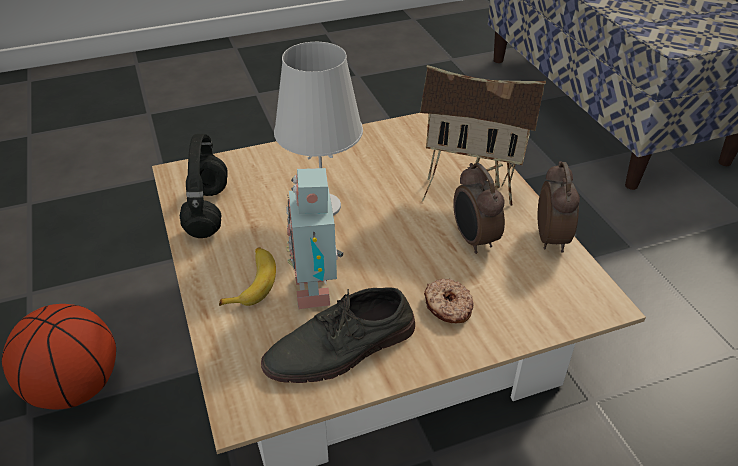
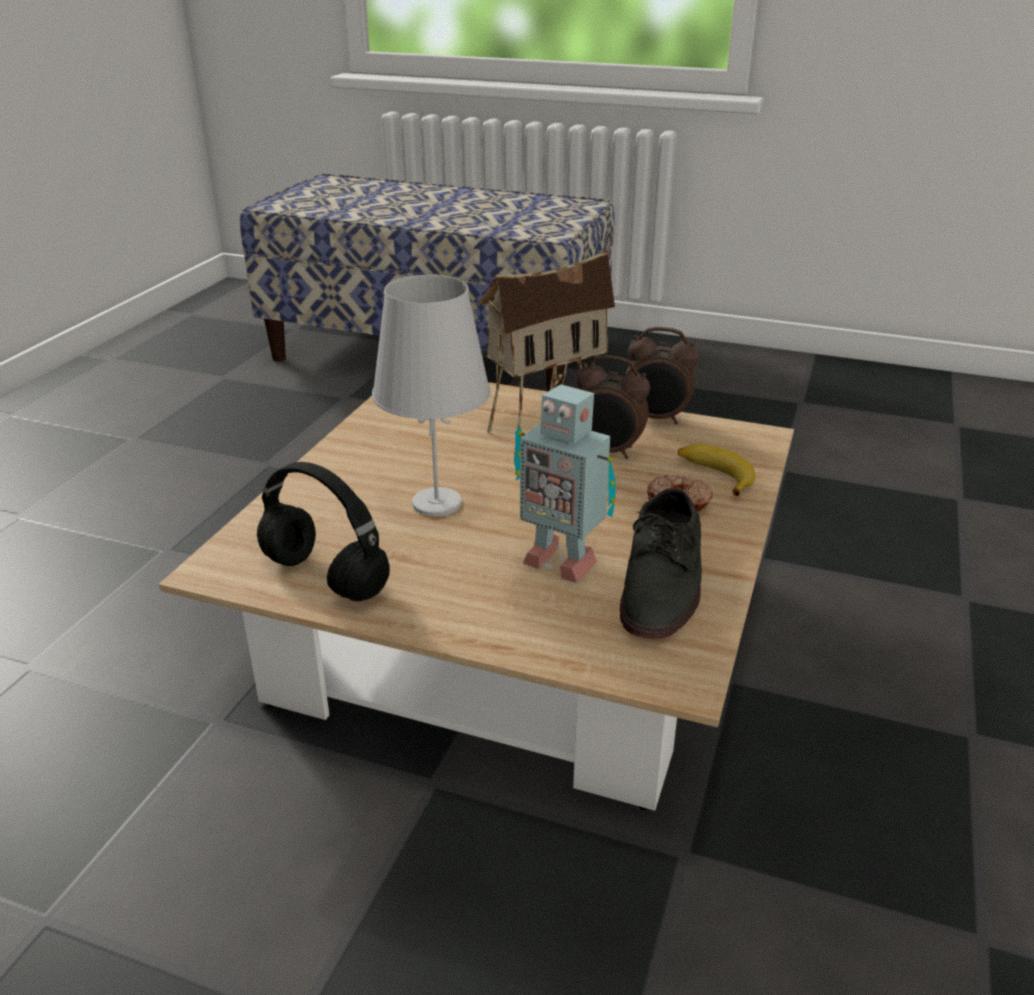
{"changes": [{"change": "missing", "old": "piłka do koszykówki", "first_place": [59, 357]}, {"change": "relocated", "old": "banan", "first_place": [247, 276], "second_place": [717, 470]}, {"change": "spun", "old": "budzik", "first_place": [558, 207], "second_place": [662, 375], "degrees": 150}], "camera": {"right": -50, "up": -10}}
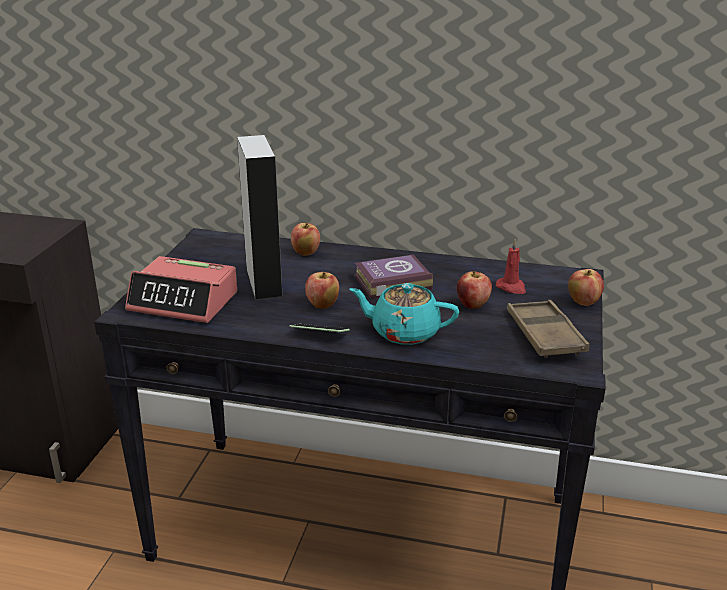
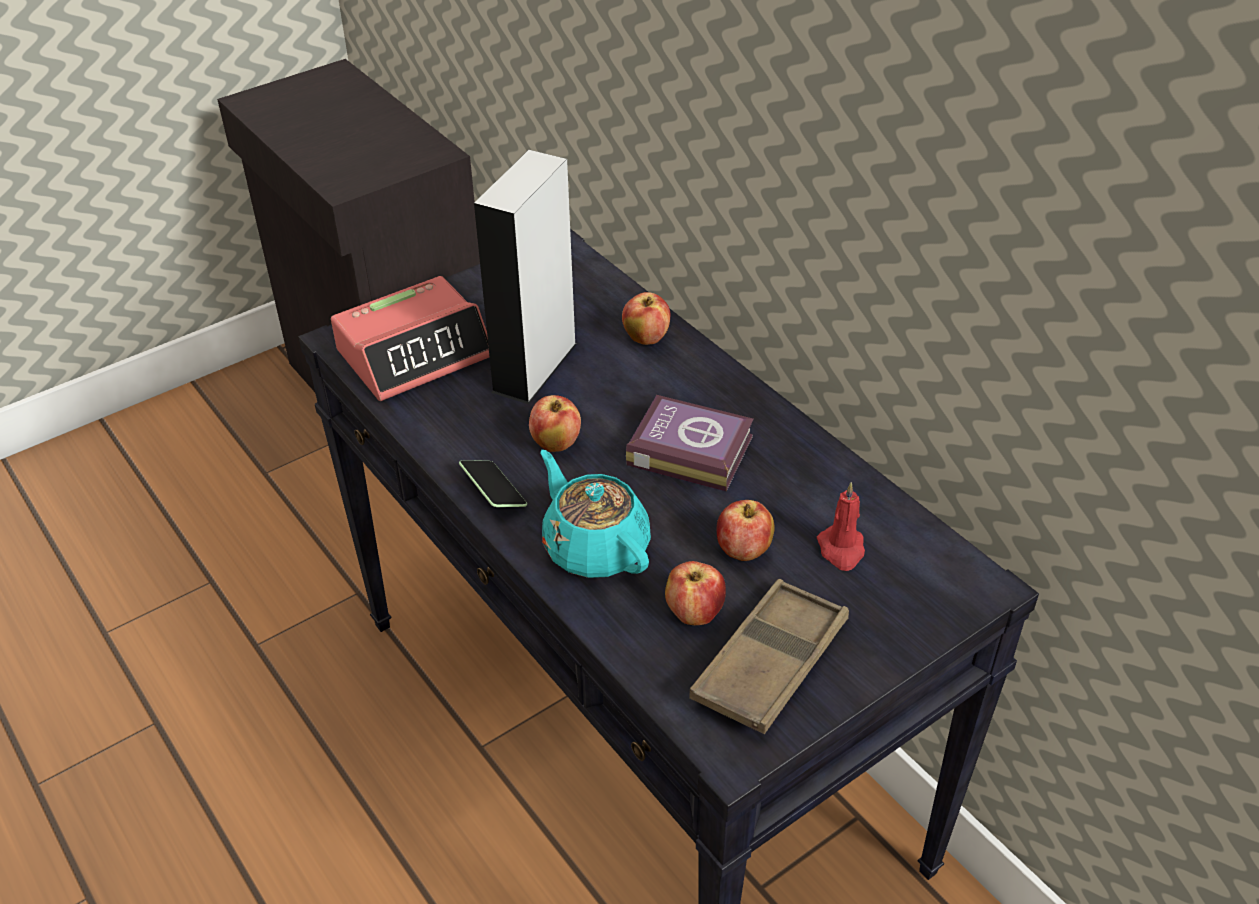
{"changes": [{"change": "relocated", "old": "jabłko", "first_place": [586, 287], "second_place": [695, 593]}, {"change": "spun", "old": "budzik", "first_place": [181, 289], "second_place": [410, 338], "degrees": -90}], "camera": {"right": 40, "up": 15}}
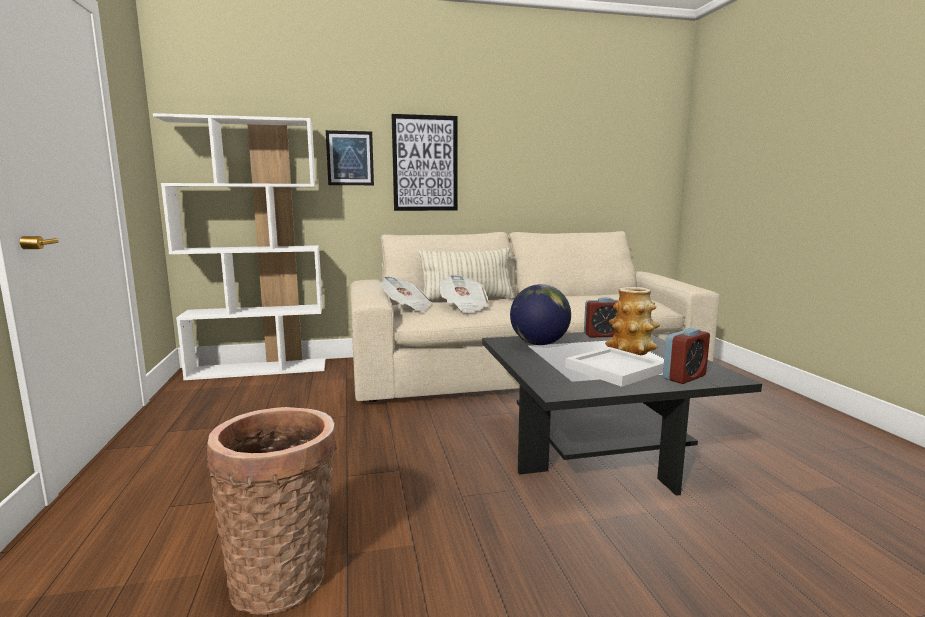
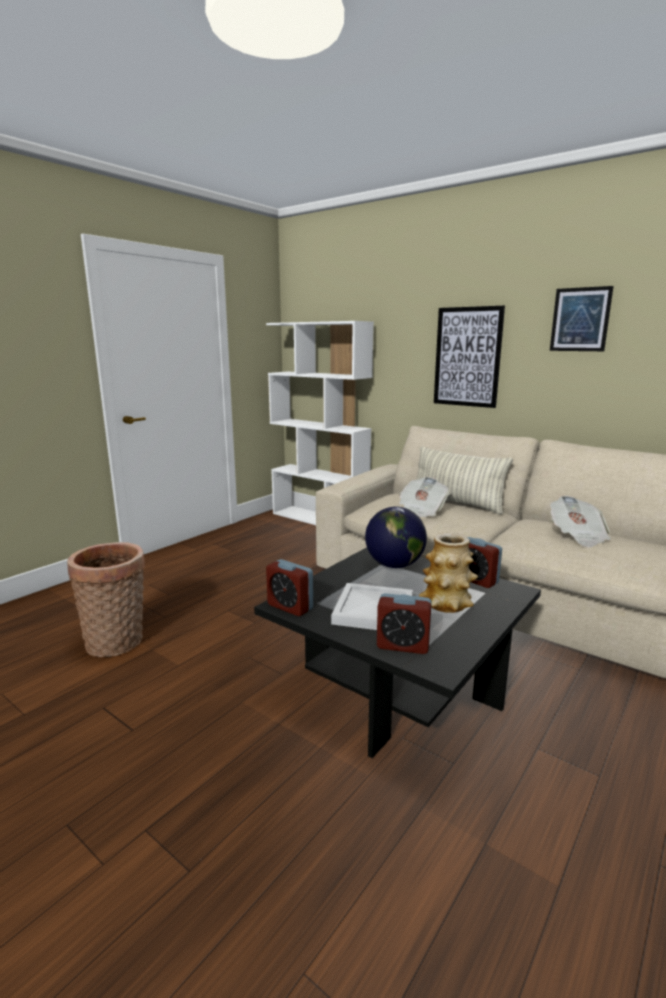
{"changes": [{"change": "appeared", "new": "budzik", "second_place": [289, 587]}, {"change": "relocated", "old": "obraz", "first_place": [350, 157], "second_place": [582, 318]}, {"change": "relocated", "old": "gazeta", "first_place": [406, 294], "second_place": [580, 521]}], "camera": {"right": 50, "up": 5}}
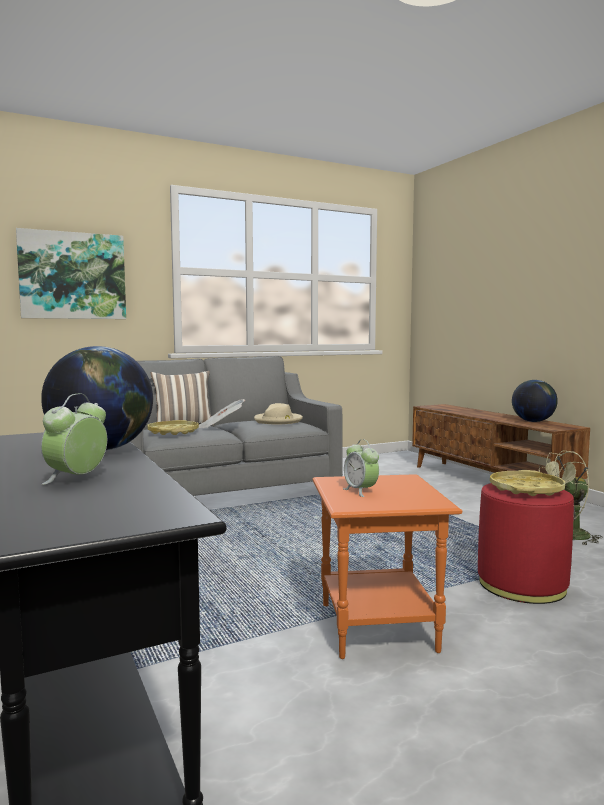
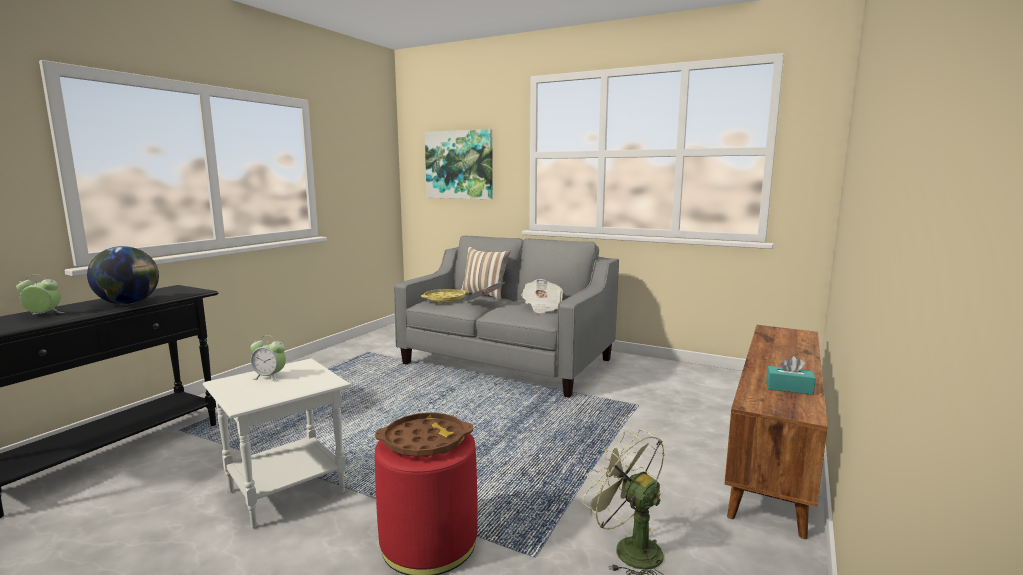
{"changes": [{"change": "exchanged", "old": "kapelusz (beżowy)", "new": "gazeta", "first_place": [278, 413], "second_place": [542, 296]}, {"change": "exchanged", "old": "globus", "new": "pudełko chusteczek (turkusowy)", "first_place": [535, 401], "second_place": [791, 375]}, {"change": "colour", "old": "stolik (pomarańczowy)", "new": "stolik (biały)", "first_place": [387, 566], "second_place": [277, 443]}, {"change": "colour", "old": "taca (żółty)", "new": "taca (brązowy)", "first_place": [527, 483], "second_place": [424, 435]}, {"change": "spun", "old": "budzik", "first_place": [361, 468], "second_place": [268, 358], "degrees": -105}], "camera": {"right": 55, "up": 5}}
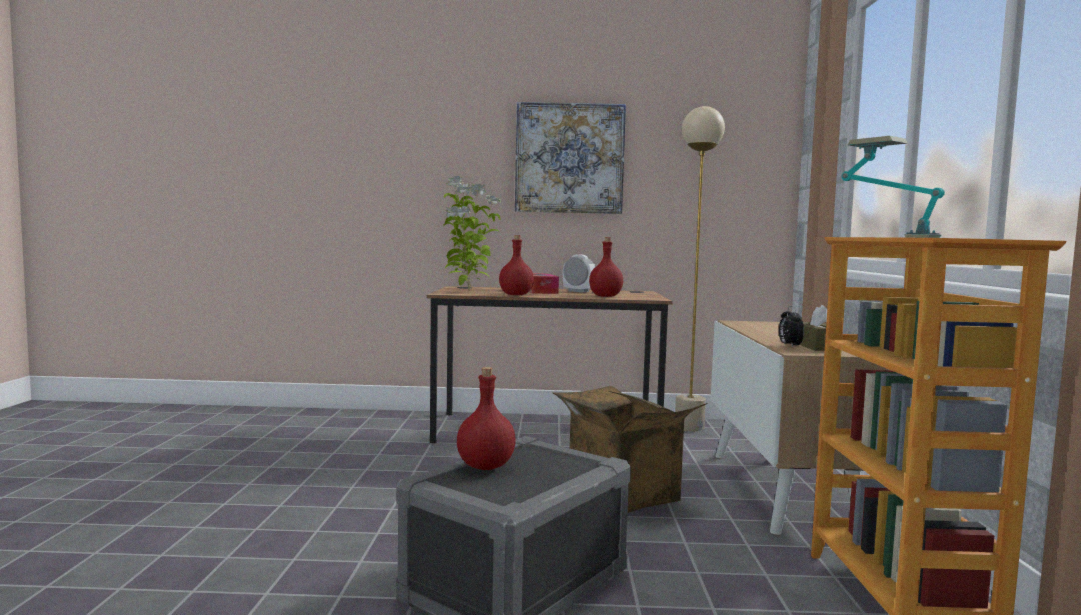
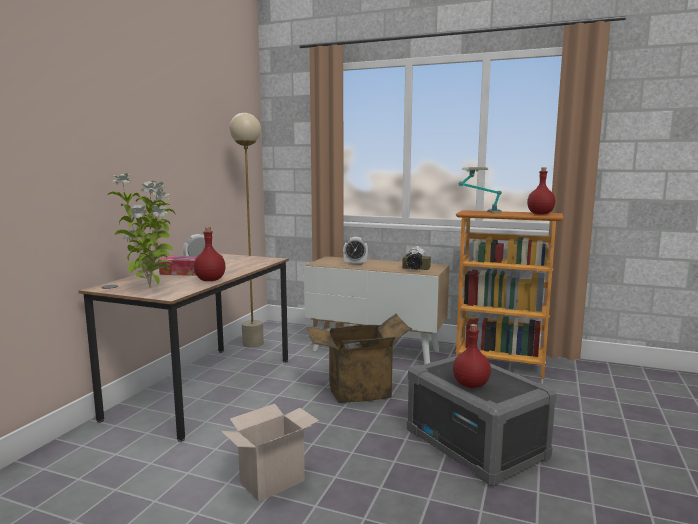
{"changes": [{"change": "missing", "old": "obraz", "first_place": [570, 158]}, {"change": "appeared", "new": "karton", "second_place": [270, 453]}, {"change": "appeared", "new": "budzik", "second_place": [355, 251]}, {"change": "relocated", "old": "butelka (czerwony)", "first_place": [606, 267], "second_place": [541, 191]}], "camera": {"right": -70, "up": 5}}
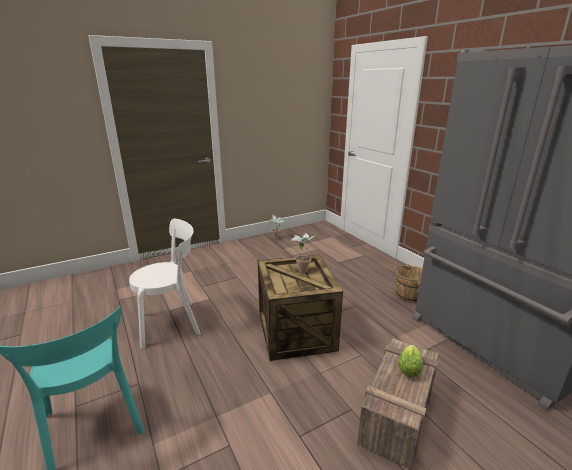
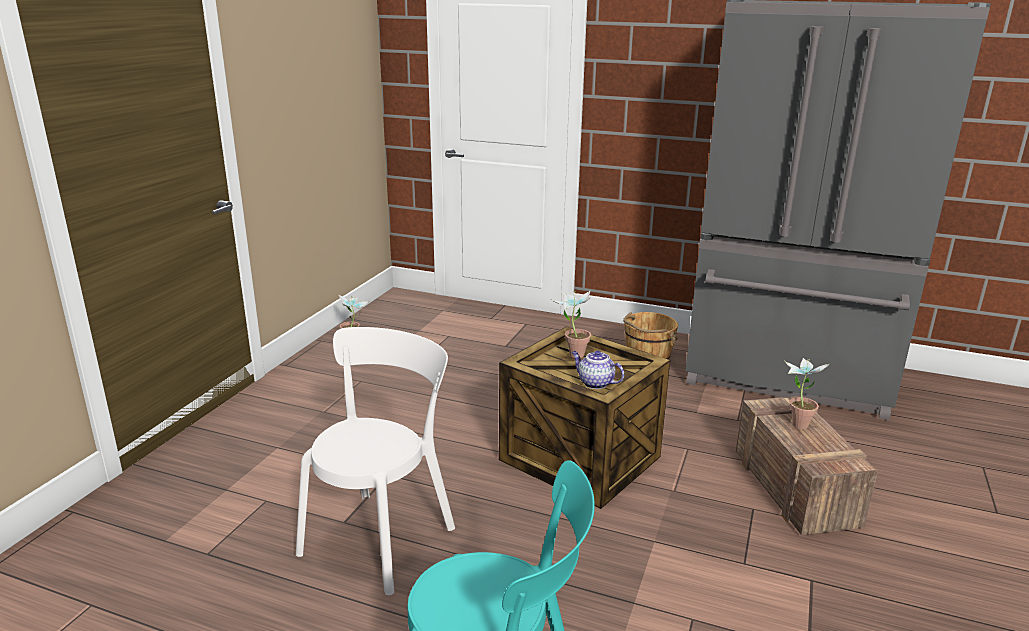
{"changes": [{"change": "appeared", "new": "imbryk", "second_place": [597, 369]}, {"change": "exchanged", "old": "sałata", "new": "roślina doniczkowa", "first_place": [410, 361], "second_place": [807, 393]}], "camera": {"right": -40, "up": 0}}
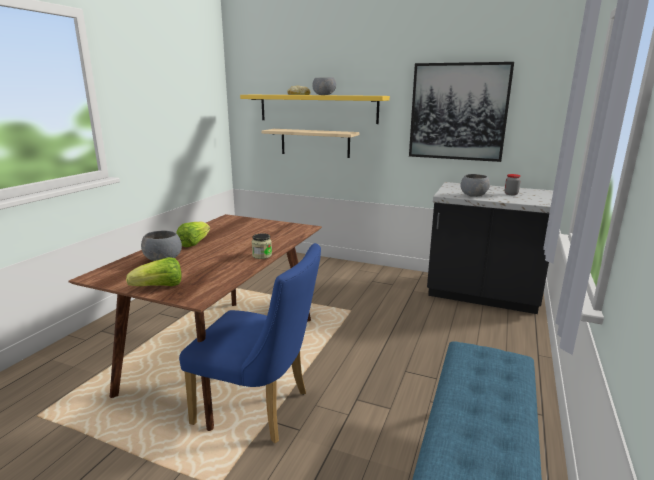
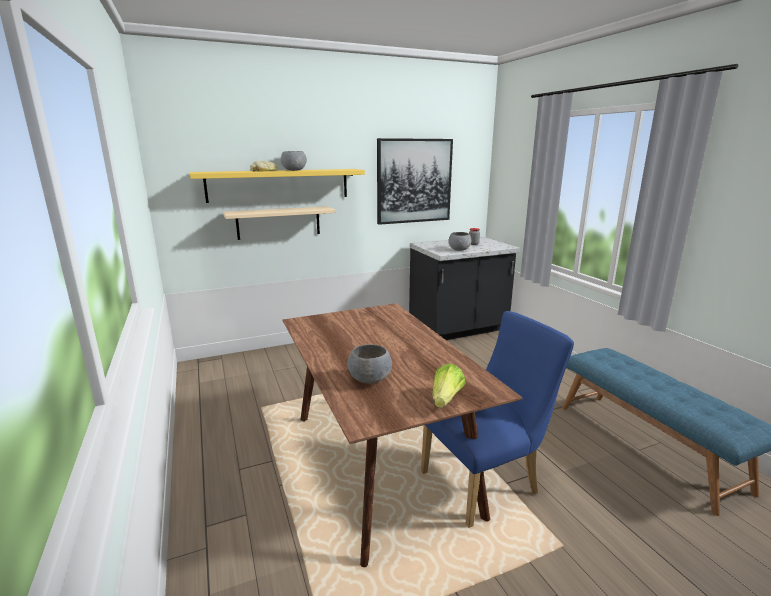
{"changes": [{"change": "missing", "old": "sałata", "first_place": [193, 234]}, {"change": "missing", "old": "słoik", "first_place": [262, 246]}], "camera": {"right": -45, "up": 0}}
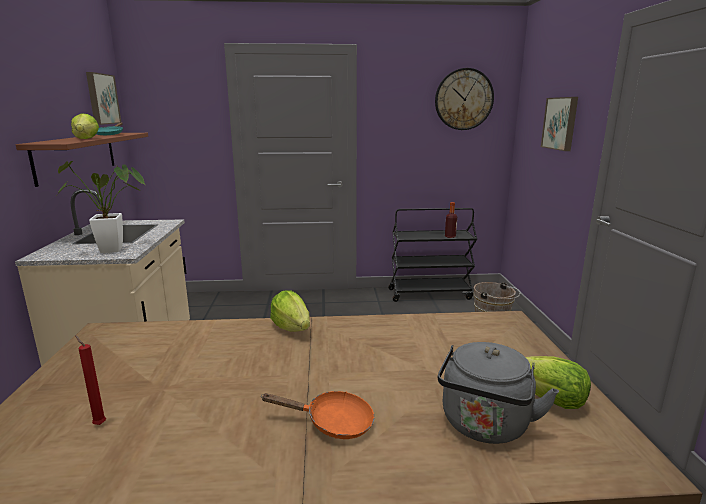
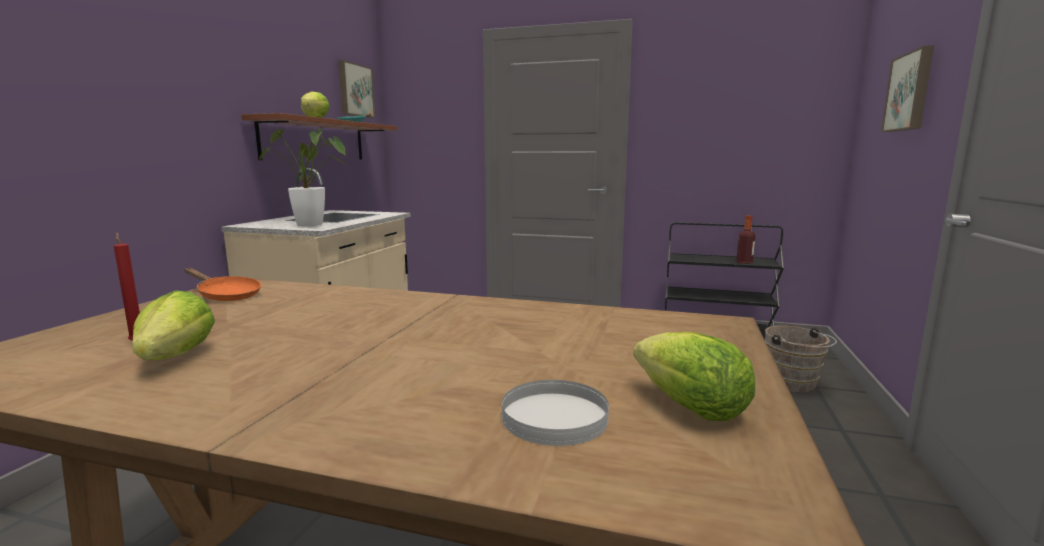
{"changes": [{"change": "missing", "old": "zegar ścienny", "first_place": [464, 99]}, {"change": "relocated", "old": "patelnia (pomarańczowy)", "first_place": [318, 415], "second_place": [222, 284]}, {"change": "relocated", "old": "sałata", "first_place": [290, 311], "second_place": [173, 325]}, {"change": "exchanged", "old": "czajnik (szary)", "new": "talerz (biały)", "first_place": [498, 393], "second_place": [555, 413]}], "camera": {"right": 20, "up": -5}}
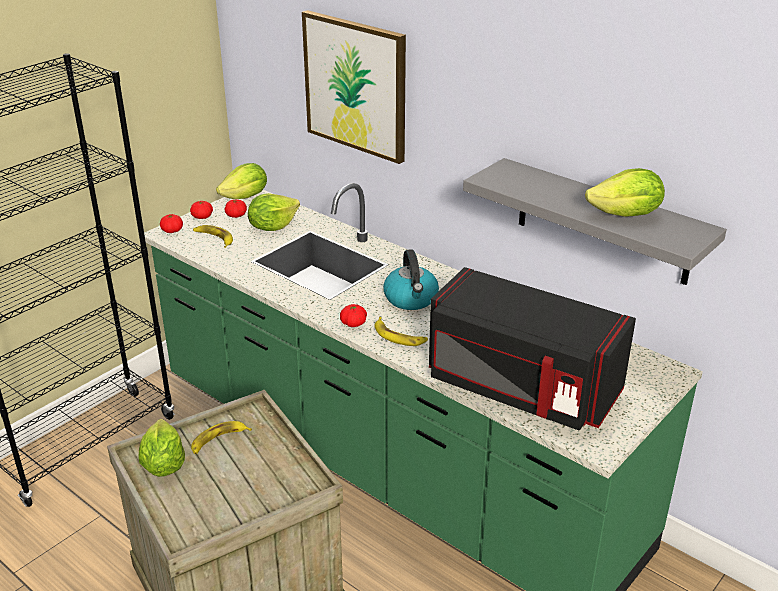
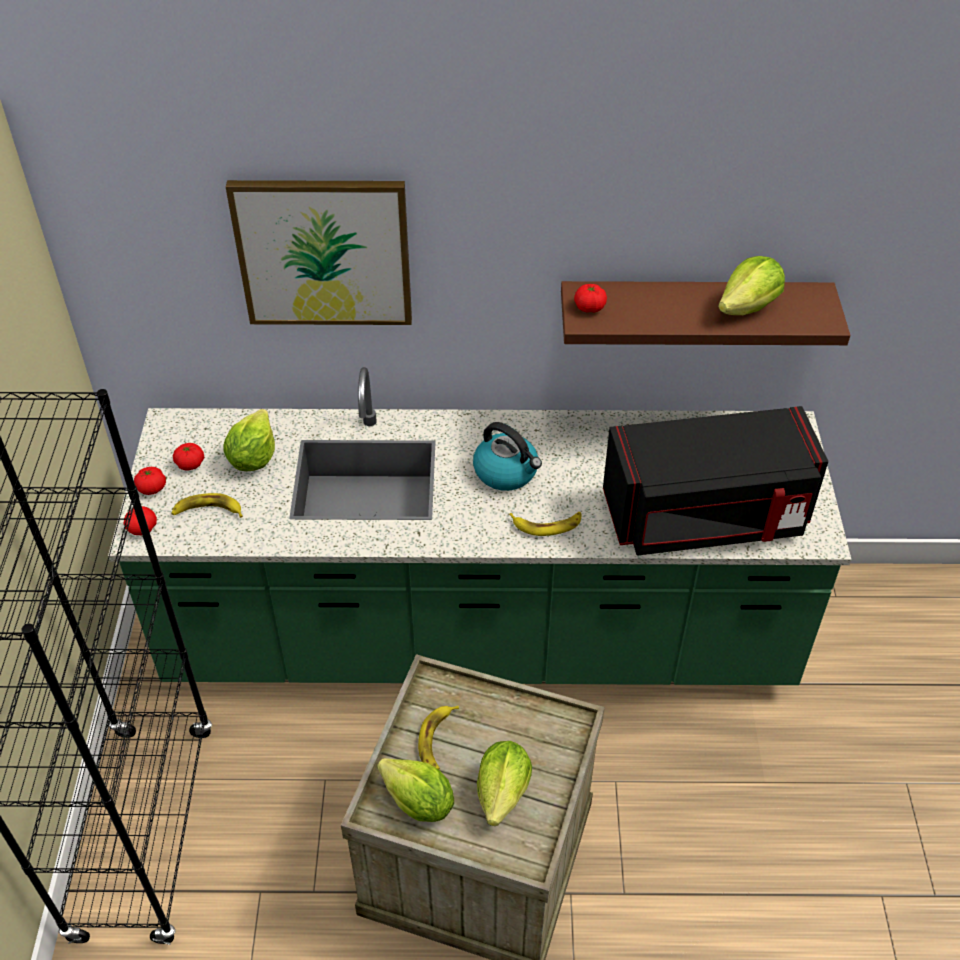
{"changes": [{"change": "relocated", "old": "sałata", "first_place": [241, 181], "second_place": [504, 783]}, {"change": "relocated", "old": "pomidor", "first_place": [353, 315], "second_place": [590, 298]}, {"change": "colour", "old": "półka (szary)", "new": "półka (brązowy)", "first_place": [595, 221], "second_place": [705, 313]}], "camera": {"right": -40, "up": 15}}
